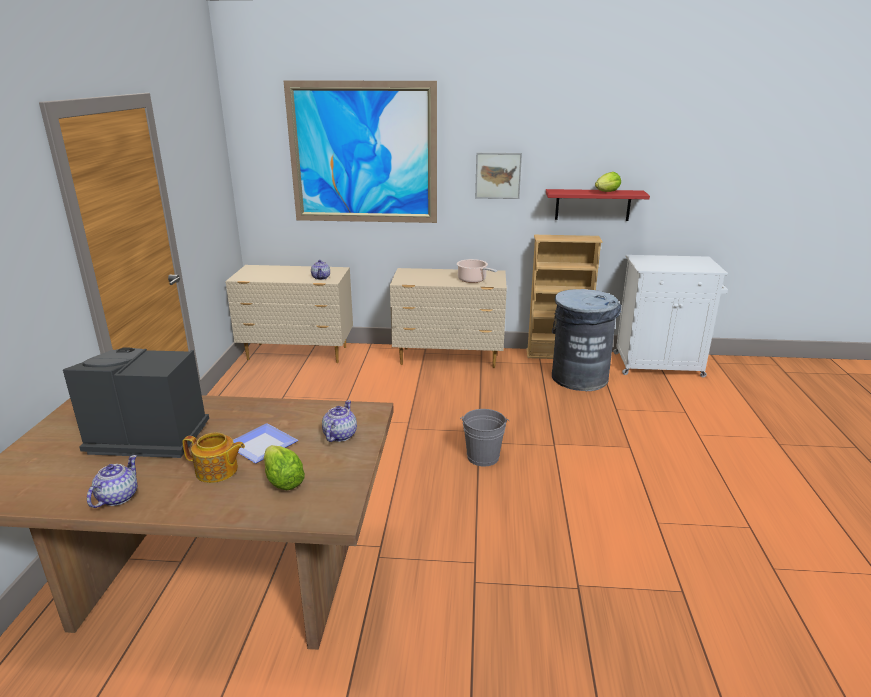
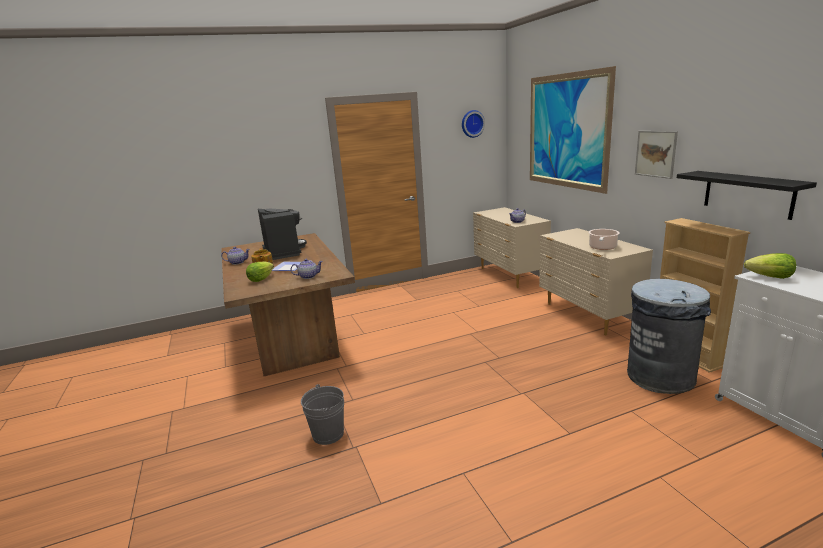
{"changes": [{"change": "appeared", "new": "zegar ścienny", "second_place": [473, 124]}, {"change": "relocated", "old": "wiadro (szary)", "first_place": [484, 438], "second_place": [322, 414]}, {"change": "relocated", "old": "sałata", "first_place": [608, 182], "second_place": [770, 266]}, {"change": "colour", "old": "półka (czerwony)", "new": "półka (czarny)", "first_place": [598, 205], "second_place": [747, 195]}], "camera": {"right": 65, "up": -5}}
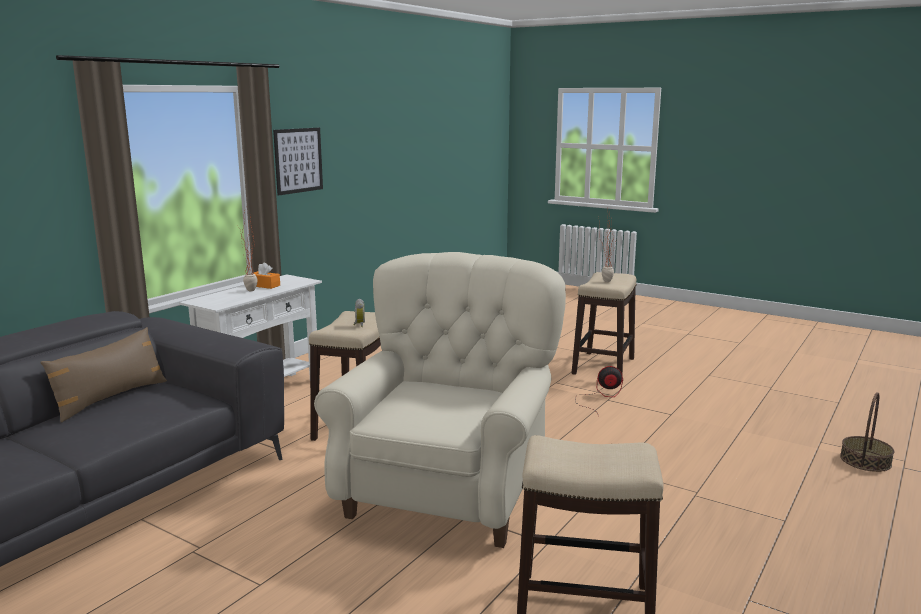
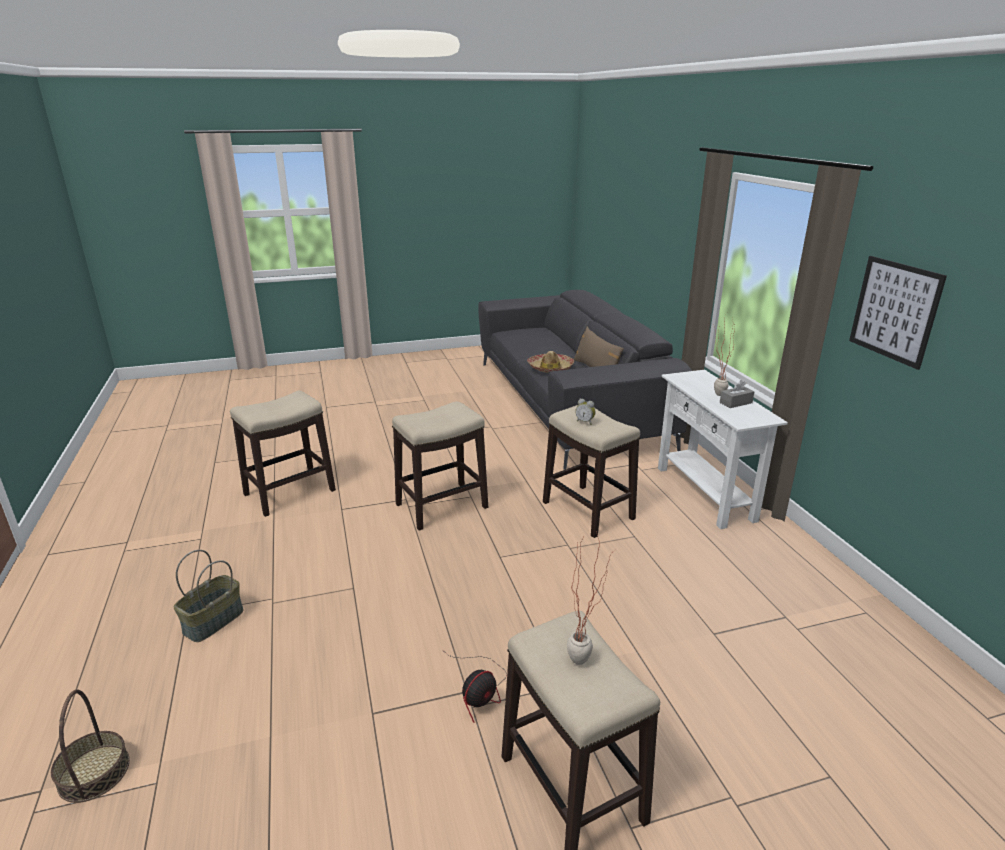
{"changes": [{"change": "appeared", "new": "koszyk", "second_place": [208, 596]}, {"change": "appeared", "new": "kapelusz", "second_place": [550, 362]}, {"change": "exchanged", "old": "fotel (beżowy)", "new": "stołek", "first_place": [440, 400], "second_place": [440, 466]}, {"change": "colour", "old": "pudełko chusteczek (pomarańczowy)", "new": "pudełko chusteczek (szary)", "first_place": [267, 275], "second_place": [737, 394]}], "camera": {"right": 130, "up": 10}}
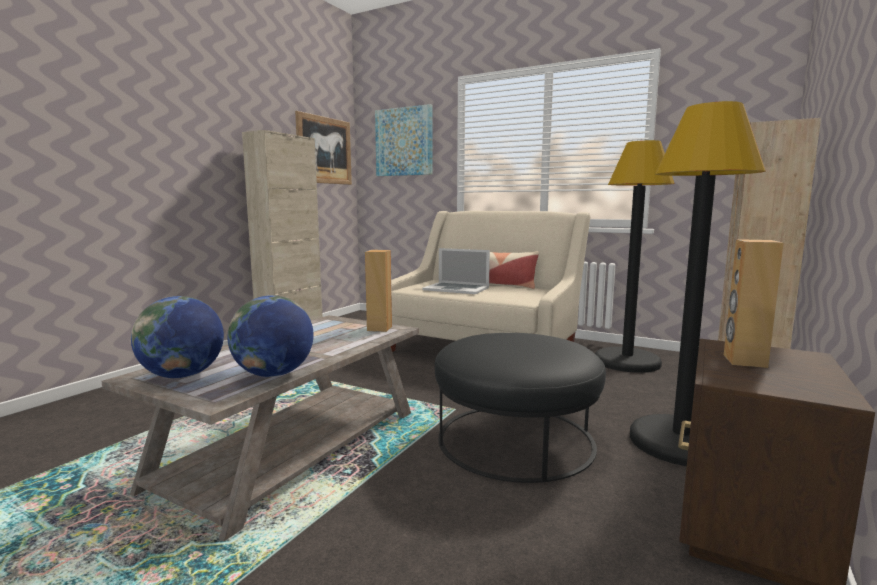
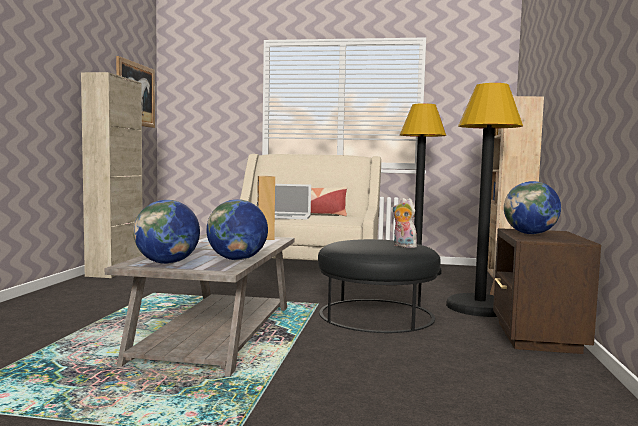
{"changes": [{"change": "missing", "old": "obraz", "first_place": [404, 140]}, {"change": "appeared", "new": "pluszak", "second_place": [404, 223]}, {"change": "exchanged", "old": "głośnik (brązowy)", "new": "globus", "first_place": [754, 303], "second_place": [532, 207]}], "camera": {"right": -20, "up": -5}}
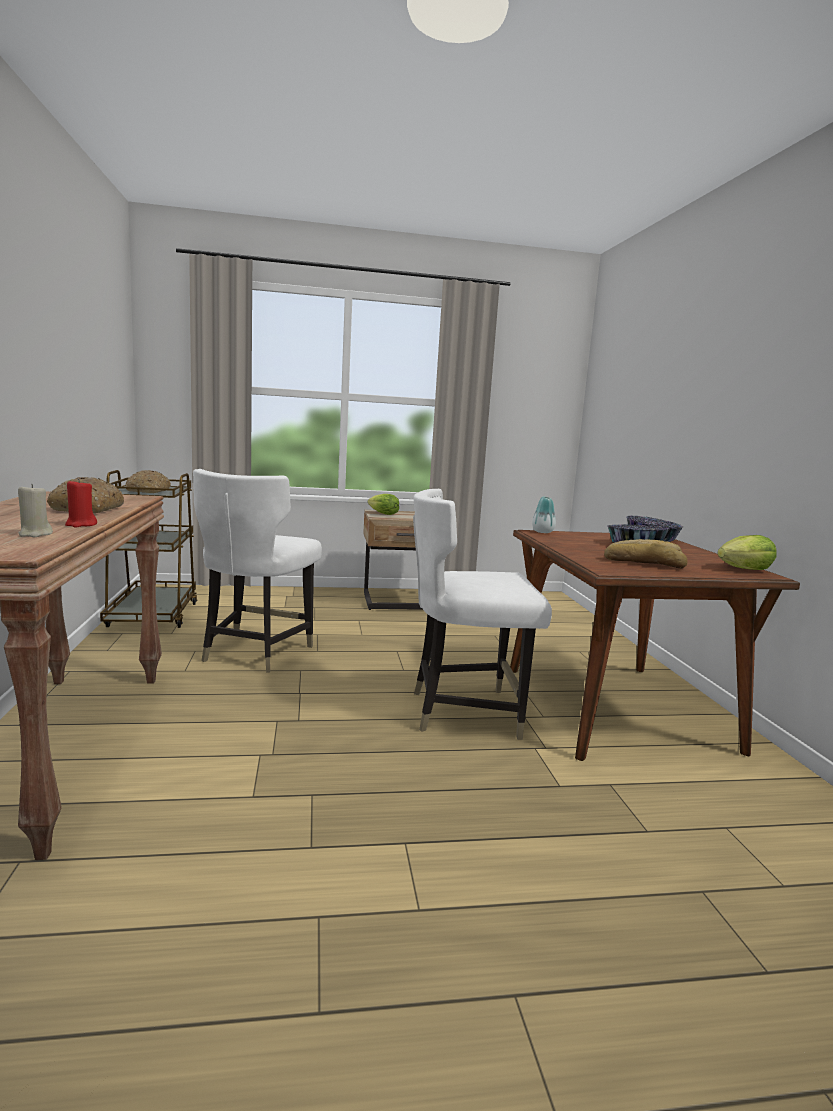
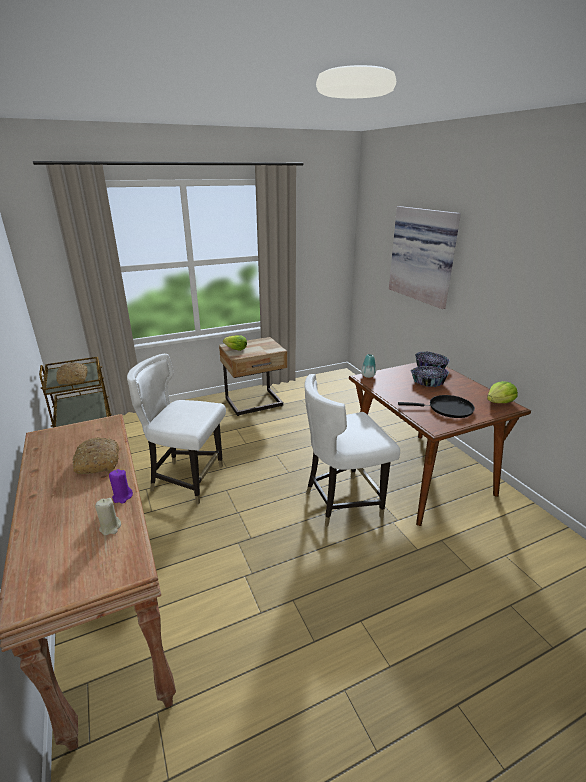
{"changes": [{"change": "appeared", "new": "obraz", "second_place": [425, 257]}, {"change": "exchanged", "old": "chleb", "new": "patelnia (czarny)", "first_place": [646, 554], "second_place": [436, 406]}, {"change": "colour", "old": "świeca (czerwony)", "new": "świeca (fioletowy)", "first_place": [81, 503], "second_place": [121, 486]}, {"change": "spun", "old": "krzesło (biały)", "first_place": [257, 570], "second_place": [176, 429], "degrees": 105}], "camera": {"right": -15, "up": 15}}
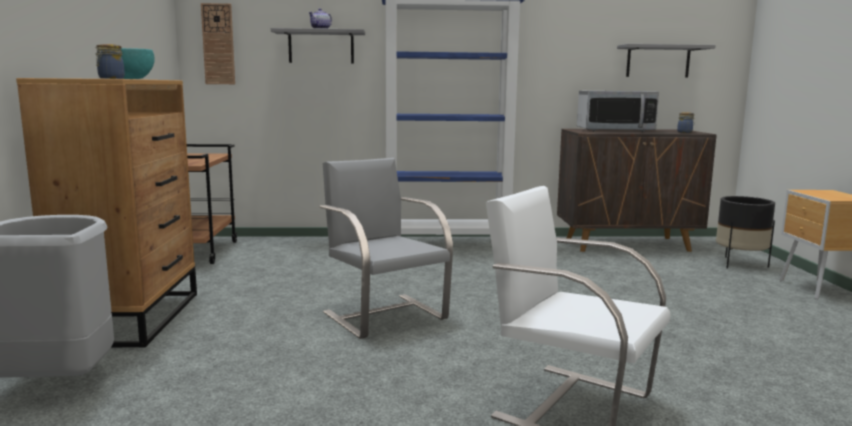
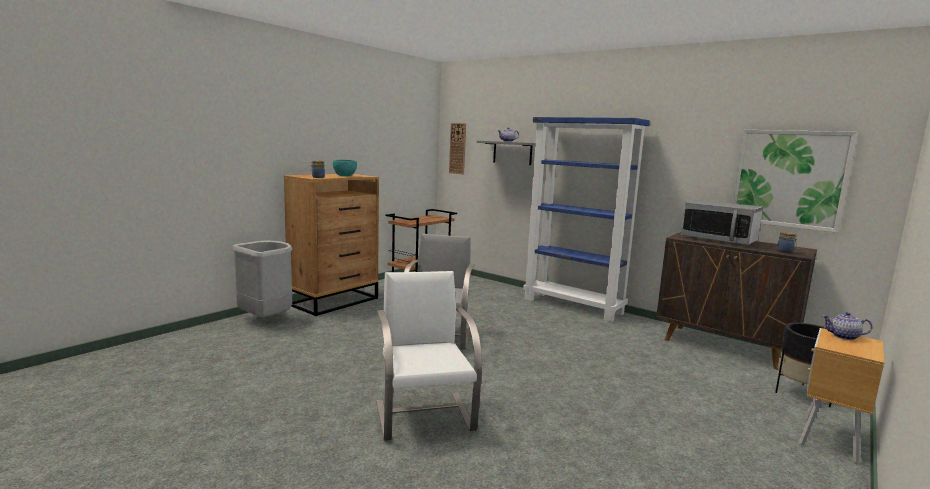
{"changes": [{"change": "appeared", "new": "imbryk", "second_place": [847, 326]}, {"change": "exchanged", "old": "półka (szary)", "new": "obraz", "first_place": [666, 60], "second_place": [794, 181]}], "camera": {"right": 40, "up": 0}}
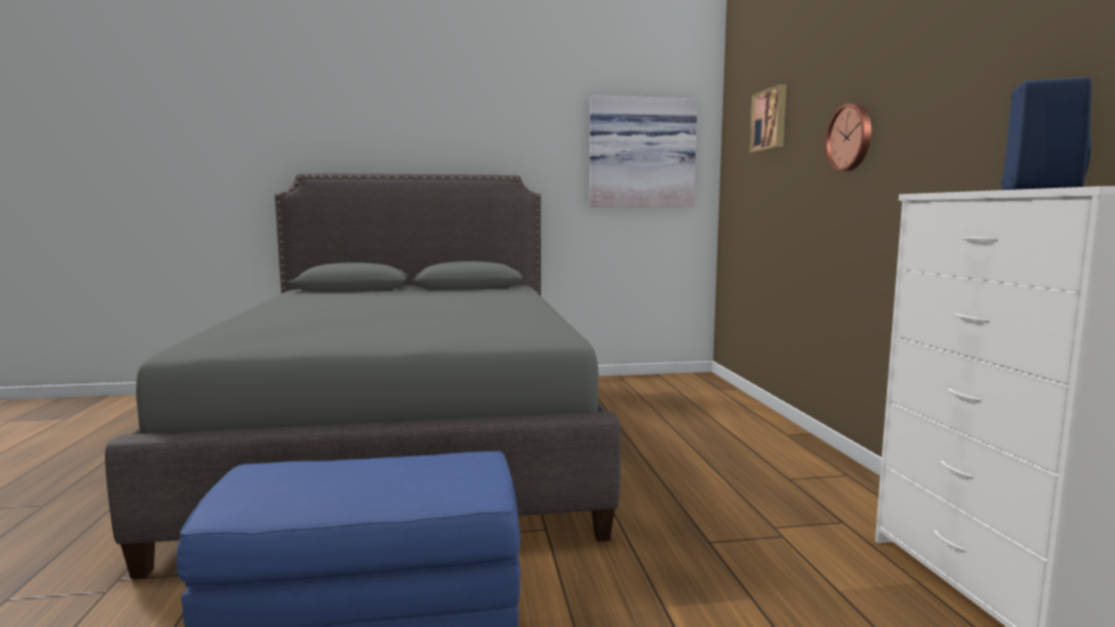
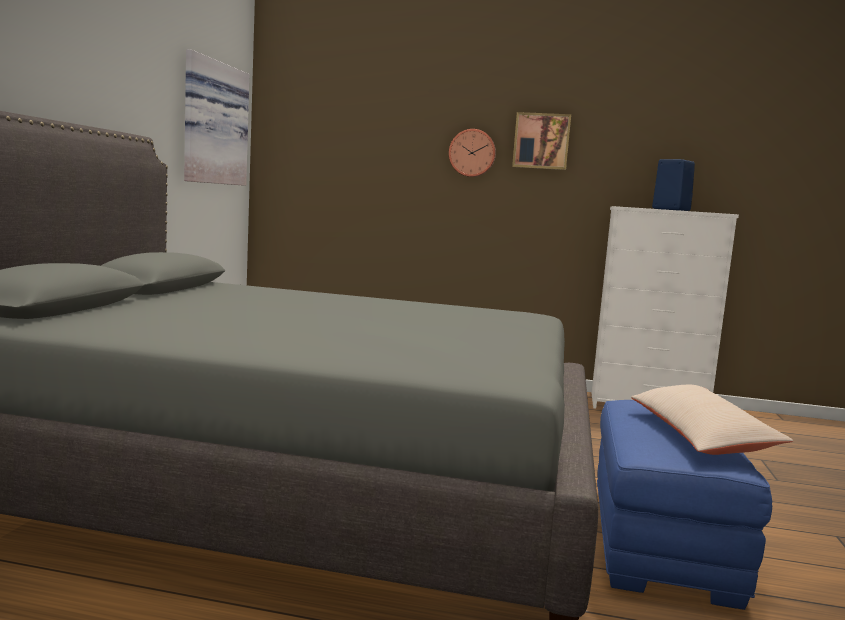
{"changes": [{"change": "appeared", "new": "poduszka (beżowy)", "second_place": [712, 420]}, {"change": "relocated", "old": "obraz", "first_place": [768, 118], "second_place": [541, 141]}], "camera": {"right": -70, "up": 0}}
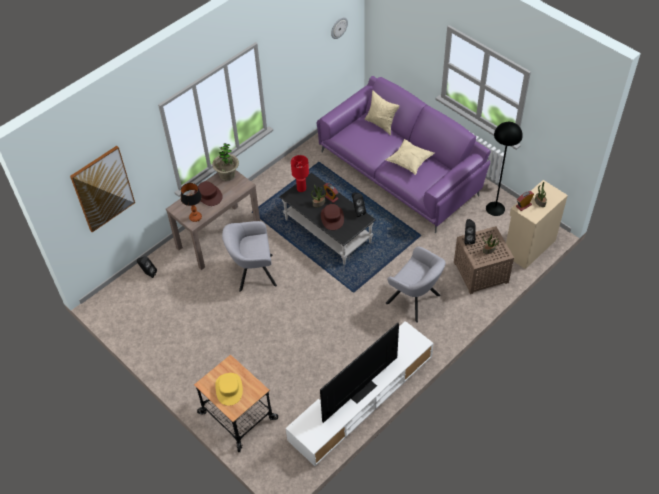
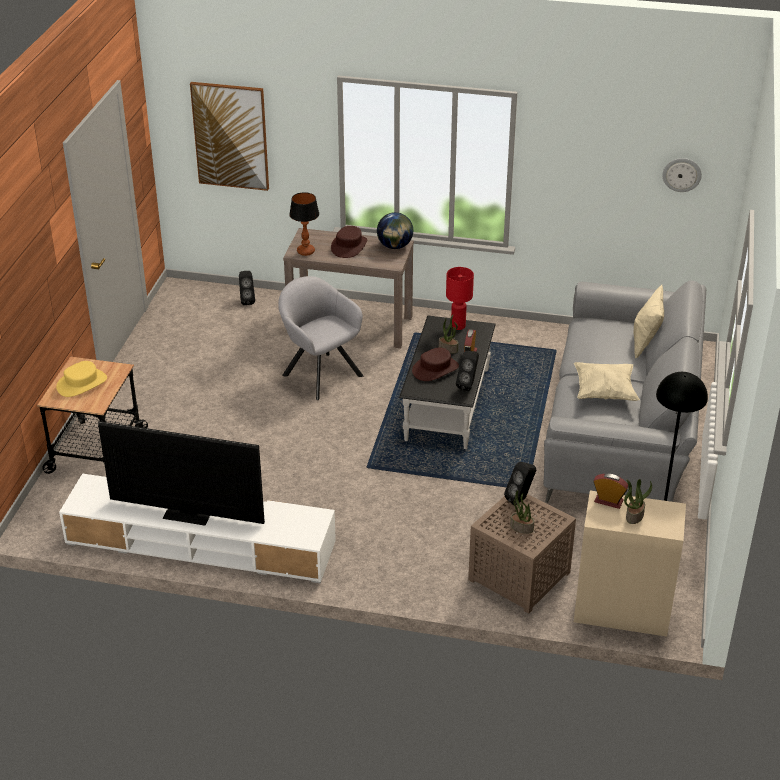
{"changes": [{"change": "missing", "old": "fotel (szary)", "first_place": [416, 284]}, {"change": "exchanged", "old": "roślina doniczkowa", "new": "globus", "first_place": [225, 162], "second_place": [395, 230]}, {"change": "colour", "old": "kanapa (fioletowy)", "new": "kanapa (szary)", "first_place": [404, 154], "second_place": [624, 391]}], "camera": {"right": 55, "up": -15}}
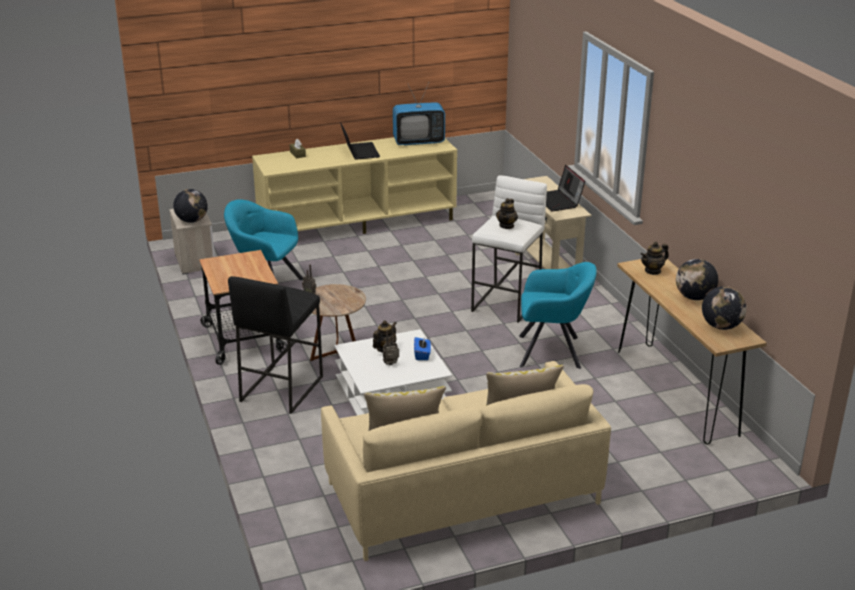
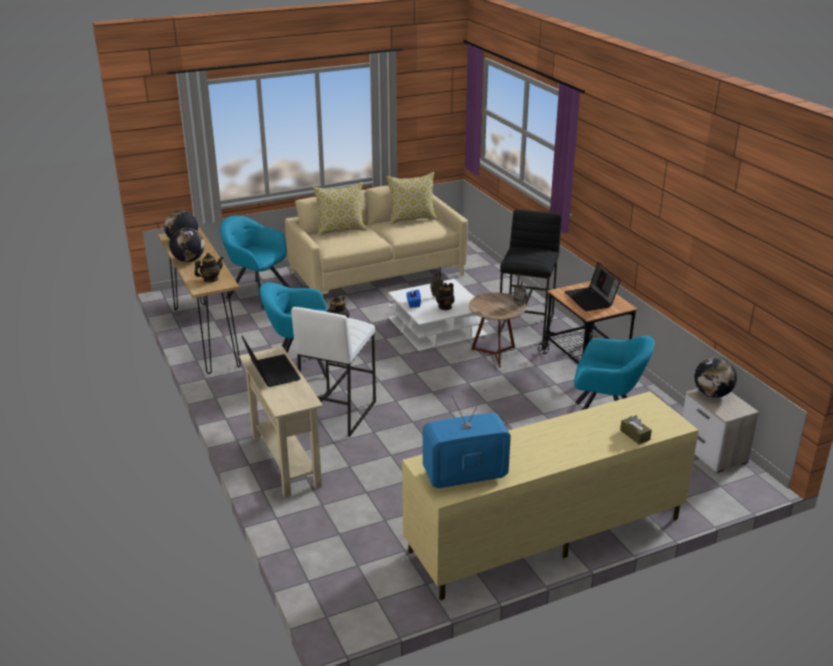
{"changes": [{"change": "appeared", "new": "fotel (turkusowy)", "second_place": [255, 262]}, {"change": "relocated", "old": "laptop", "first_place": [360, 141], "second_place": [593, 286]}], "camera": {"right": 175, "up": 0}}
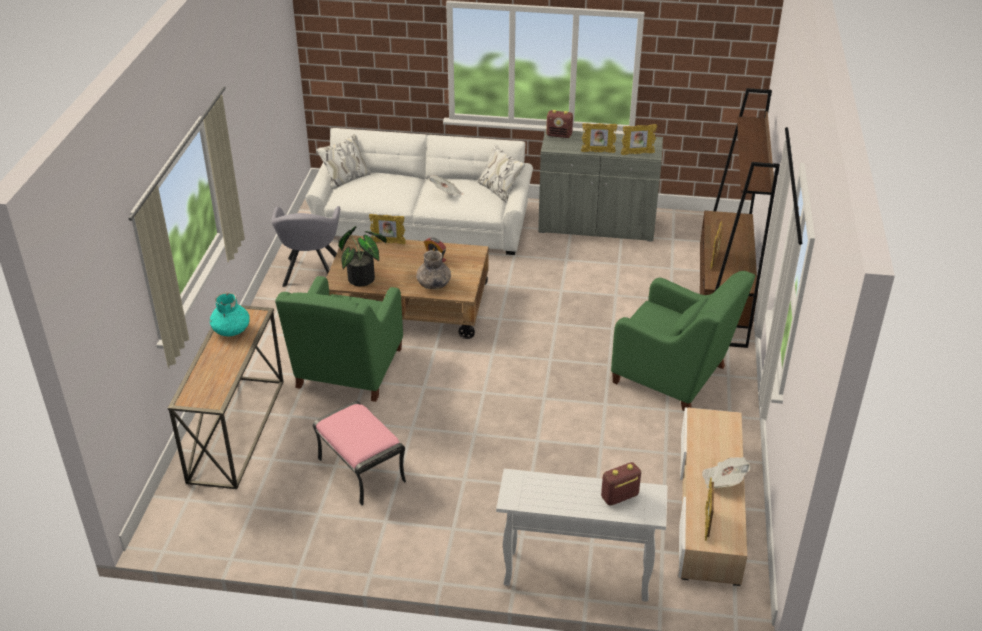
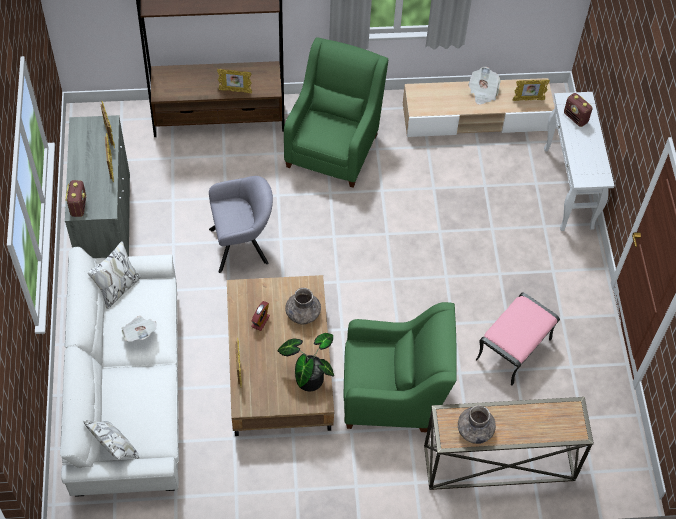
{"changes": [{"change": "relocated", "old": "fotel (szary)", "first_place": [305, 246], "second_place": [241, 224]}, {"change": "colour", "old": "wazon (turkusowy)", "new": "wazon (szary)", "first_place": [230, 314], "second_place": [477, 424]}], "camera": {"right": -105, "up": 20}}
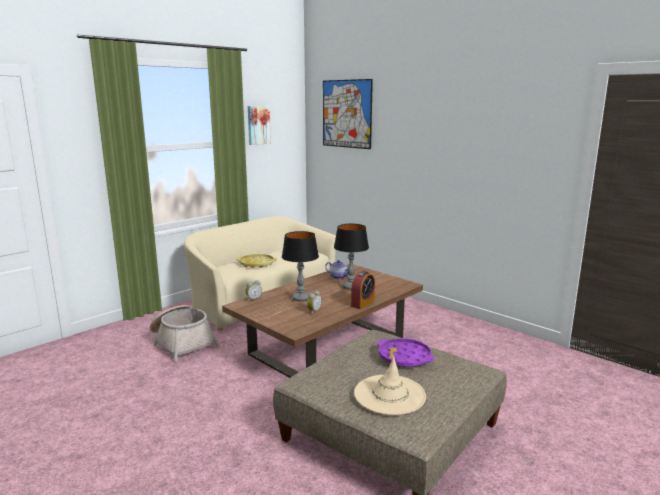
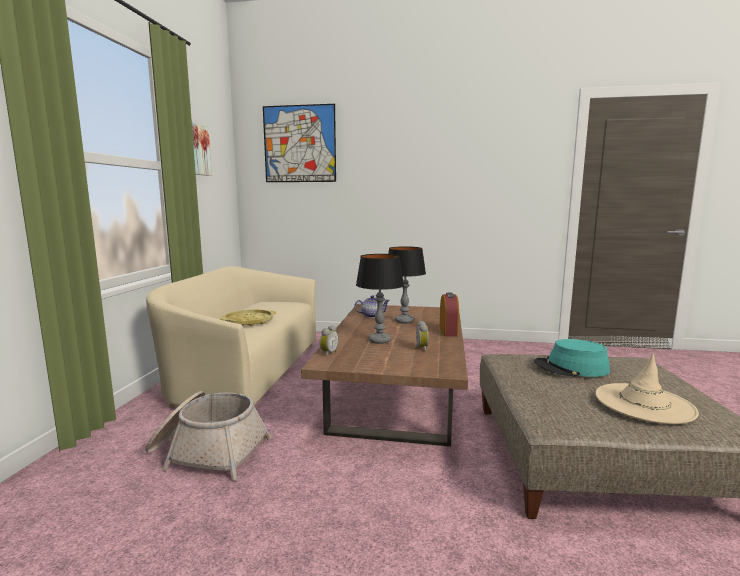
{"changes": [{"change": "exchanged", "old": "taca (fioletowy)", "new": "kapelusz (turkusowy)", "first_place": [405, 353], "second_place": [572, 358]}], "camera": {"right": -35, "up": -5}}
